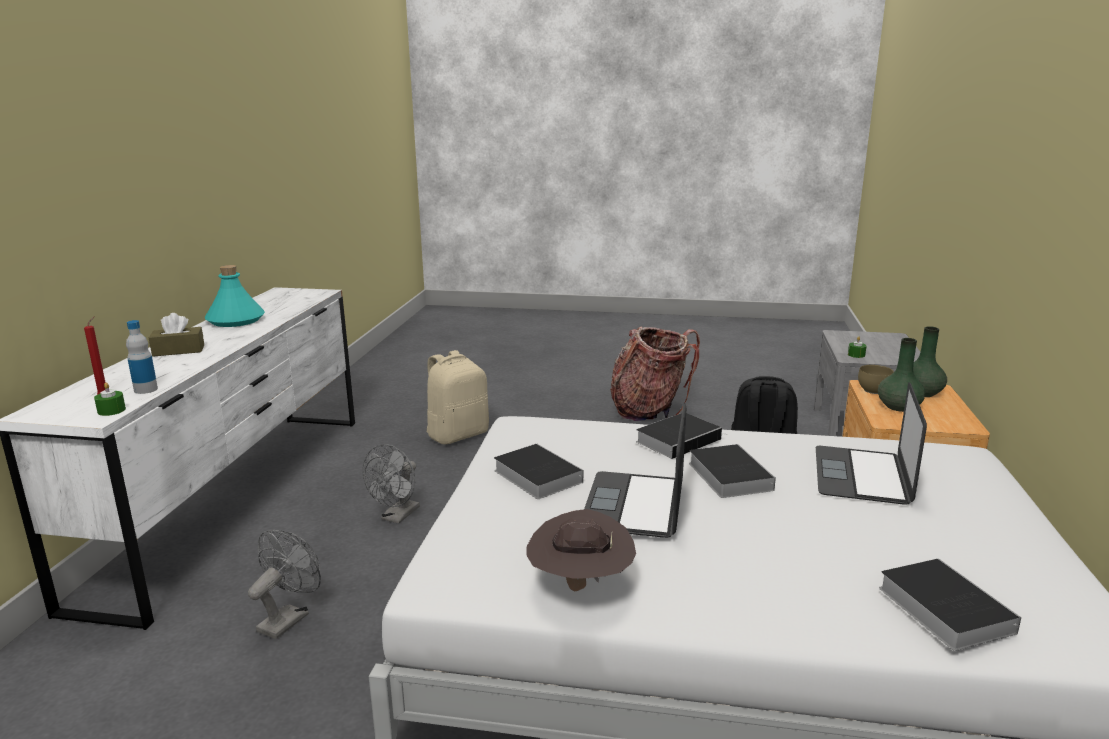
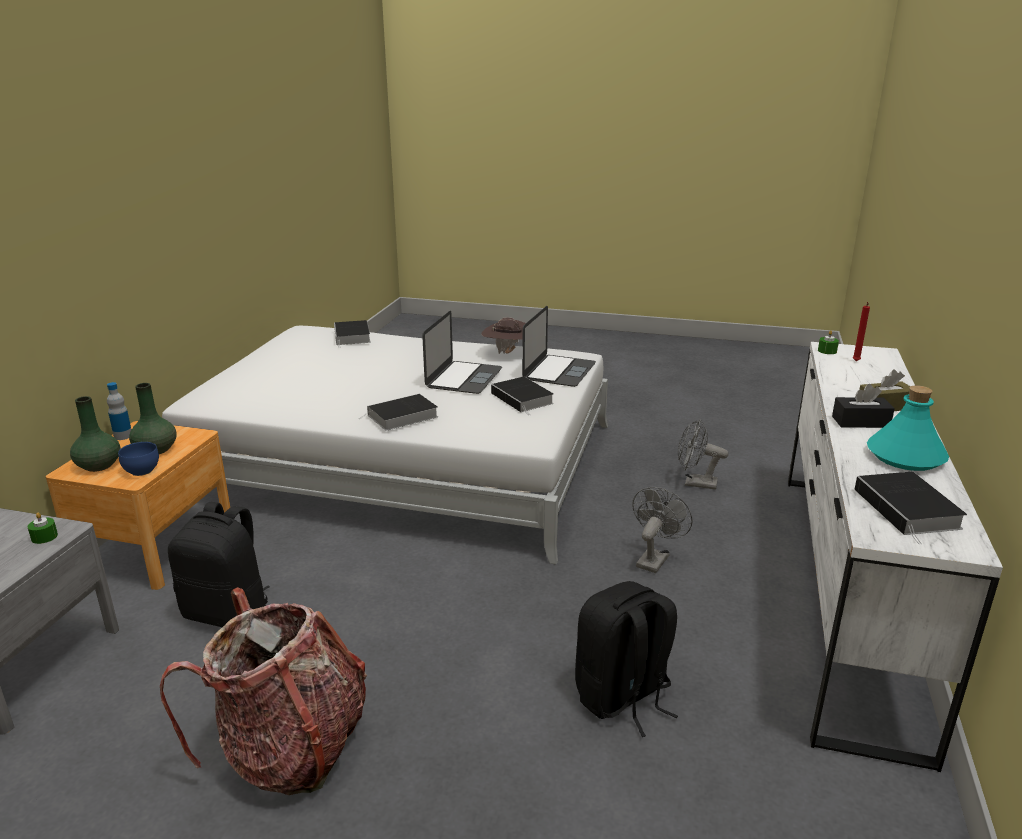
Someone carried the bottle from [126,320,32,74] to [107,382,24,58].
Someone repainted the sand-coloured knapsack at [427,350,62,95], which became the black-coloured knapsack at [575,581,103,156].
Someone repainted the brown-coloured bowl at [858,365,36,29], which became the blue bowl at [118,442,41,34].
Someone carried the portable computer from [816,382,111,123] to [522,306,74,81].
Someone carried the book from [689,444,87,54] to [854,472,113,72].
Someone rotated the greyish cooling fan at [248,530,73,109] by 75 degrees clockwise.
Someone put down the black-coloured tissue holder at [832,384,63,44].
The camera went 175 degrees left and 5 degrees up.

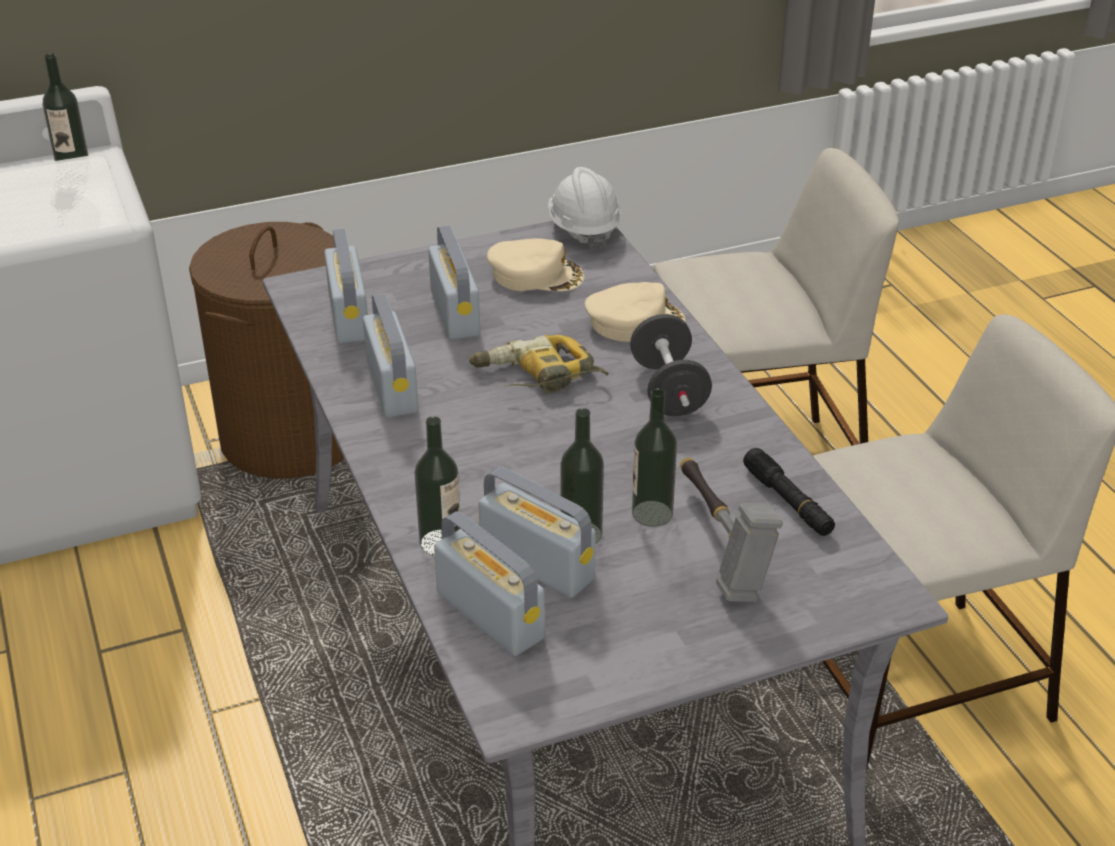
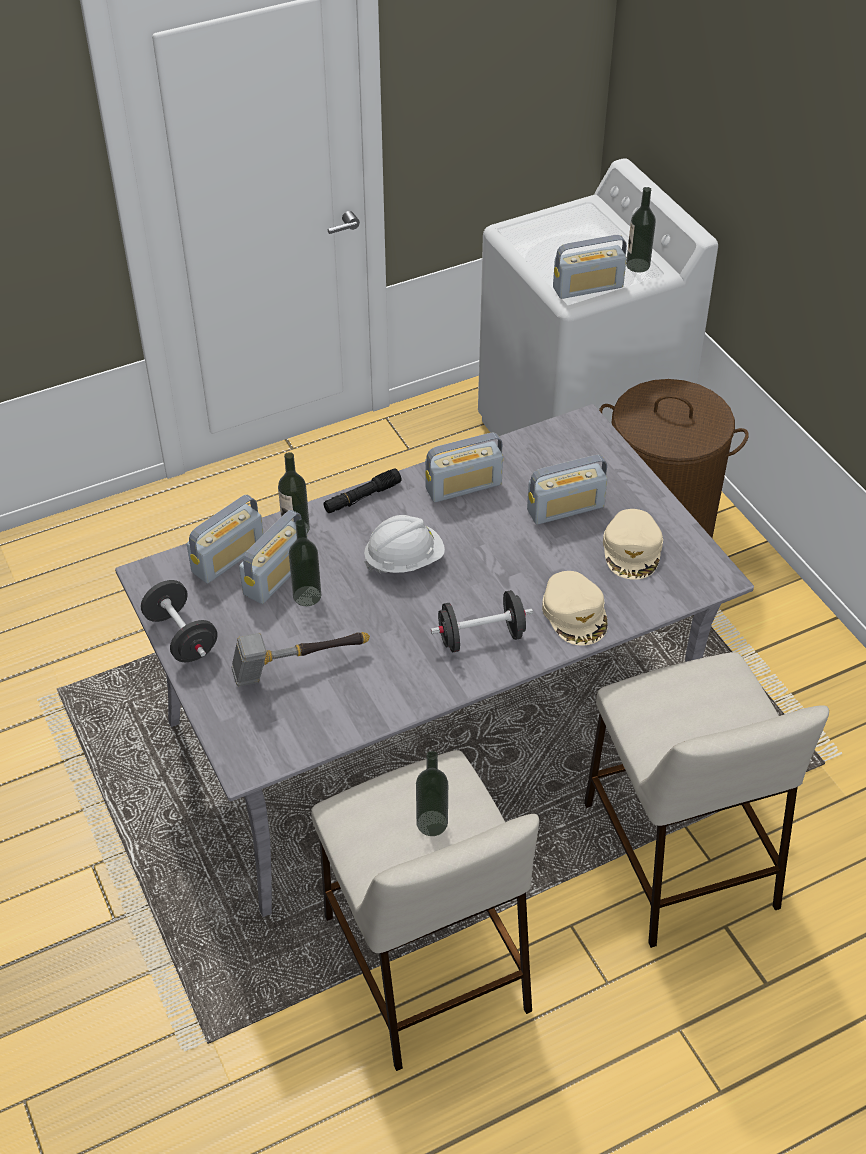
Someone carried the white safety helmet from [548,167,73,83] to [364,515,81,59].
Someone carried the radio set from [324,228,44,115] to [553,235,74,64].
Someone took away the power drill at [469,335,140,58].
Someone carried the bottle from [632,388,45,139] to [416,751,32,85].
Someone carried the black-coloured flashlight from [743,448,92,88] to [323,469,78,44].
Someone put down the black-coloured dumbbell at [141,580,77,82].
The camera went 85 degrees right and 10 degrees up.

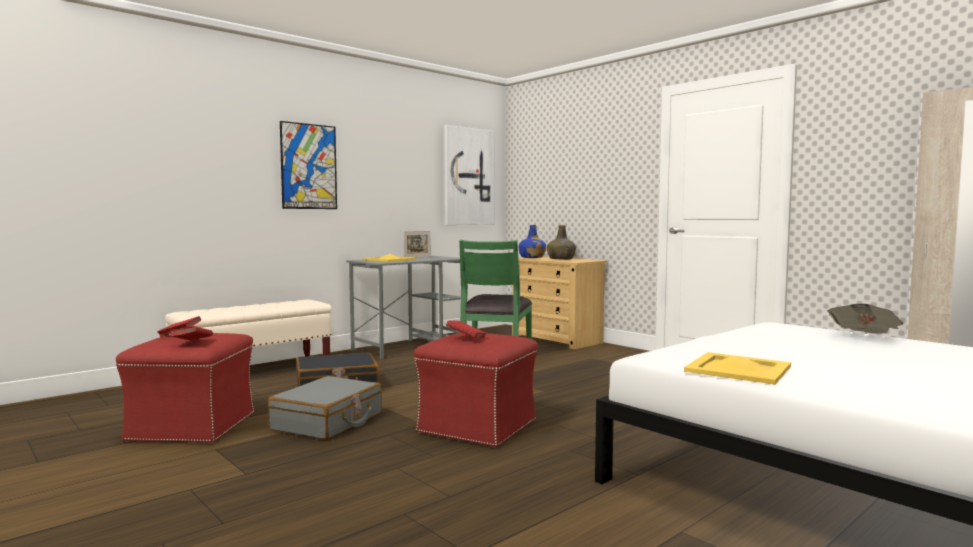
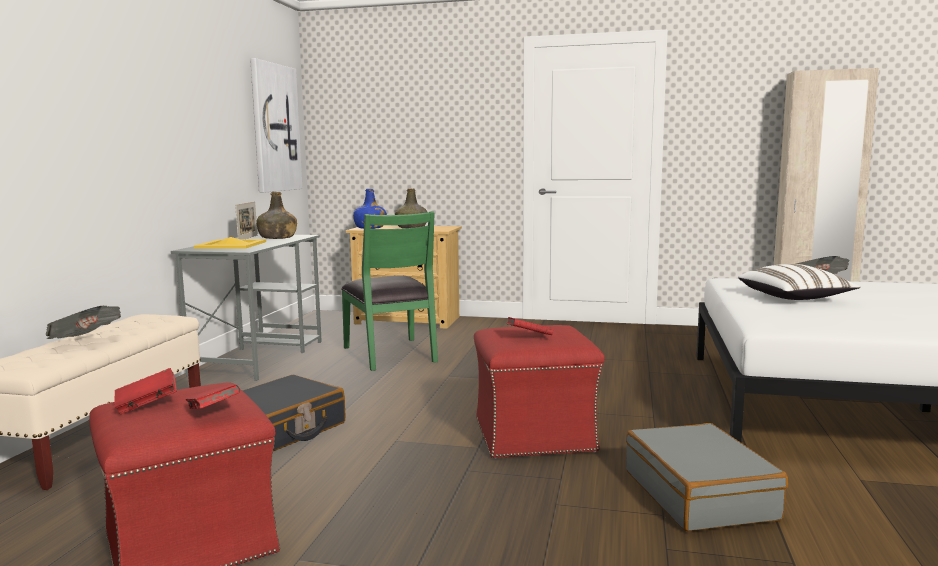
Someone took away the wall picture at [280,121,57,88].
Someone took away the yellow-coloured carrying tray at [684,352,107,33].
Someone carried the greyish travel case from [268,376,114,64] to [626,423,162,108].
Someone put down the green-coloured bottle at [257,192,40,47].
Someone put down the white throw pillow at [738,264,122,36].
Someone put down the daily paper at [46,306,75,33].
The camera went 35 degrees left and 5 degrees up.

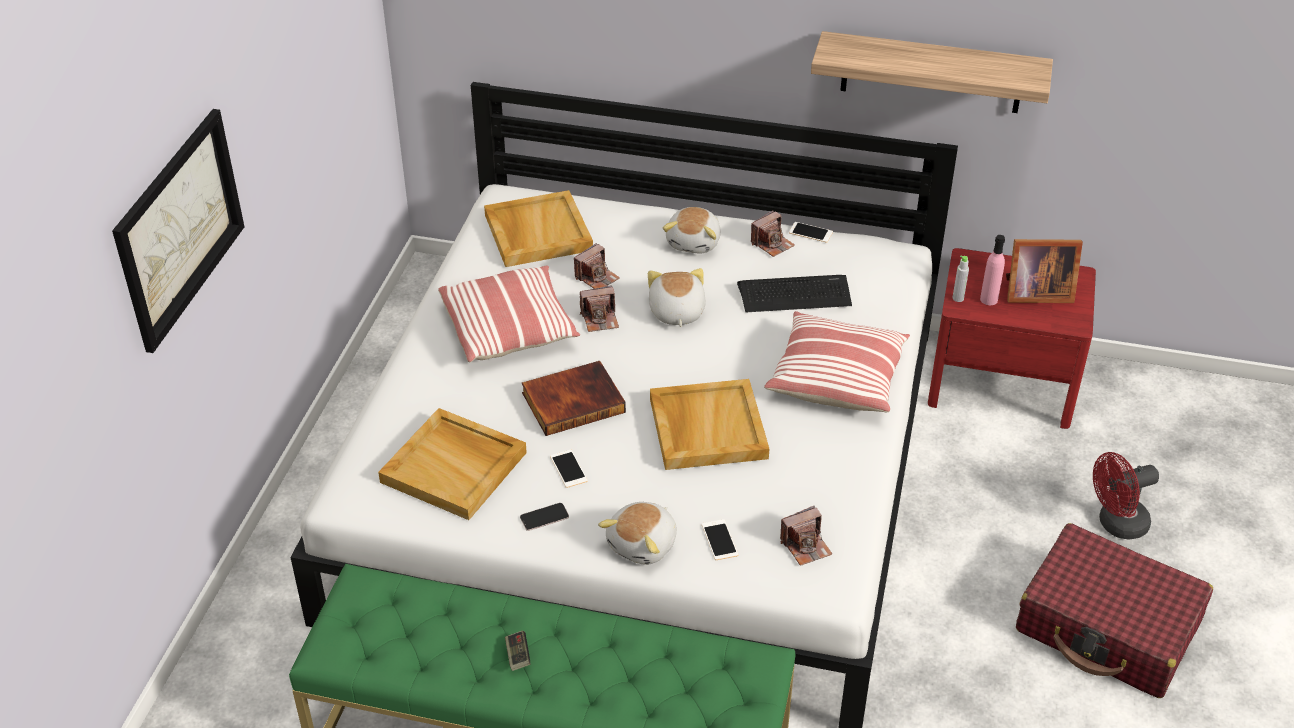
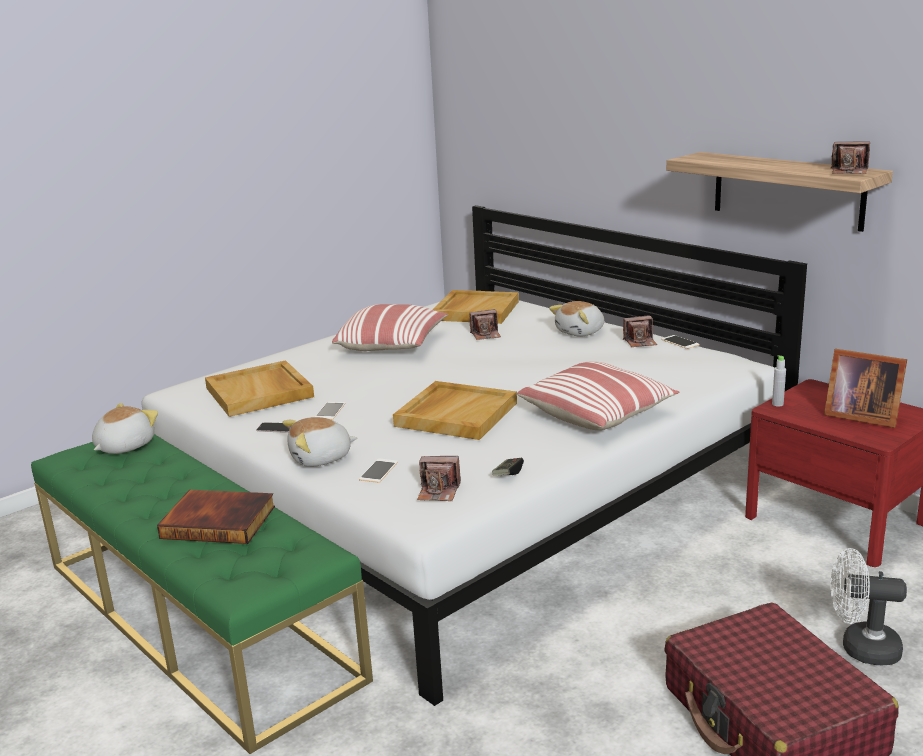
Someone took away the wall picture at [112,109,133,244].
Someone took away the pinkish bottle at [980,235,25,70].
Someone carried the cuddly toy from [648,268,58,59] to [92,403,66,51].
Someone took away the computer keyboard at [737,275,115,37].
Someone carried the still camera from [580,285,39,47] to [830,141,40,33].
Someone carried the book from [521,361,105,75] to [157,490,118,54].
Someone repainted the red-coloured cooling fan at [1093,452,66,88], which became the white cooling fan at [830,548,77,117].
Someone carried the gamepad from [505,630,25,41] to [492,458,32,18].
The camera went 35 degrees right and 20 degrees down.

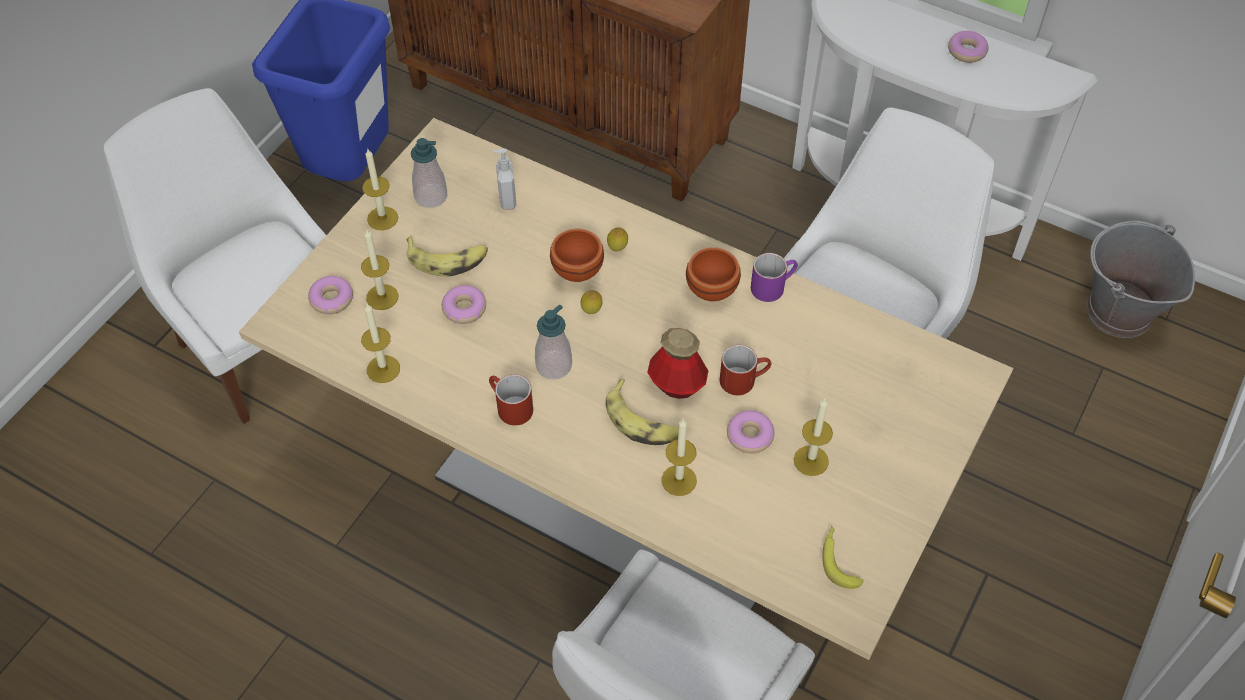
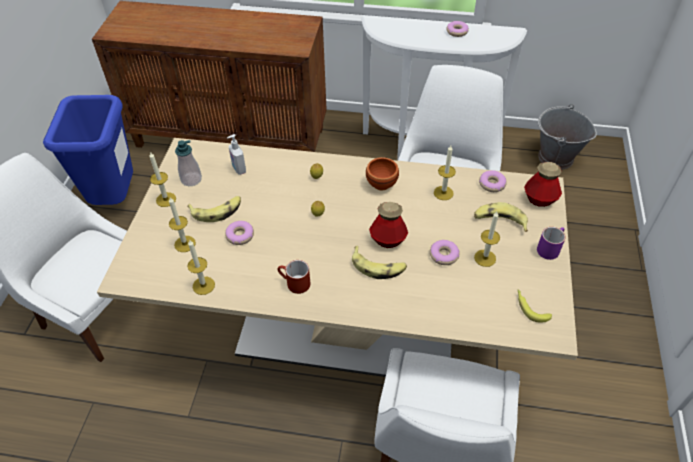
Someone took away the brown-coloured bowl at [550,229,54,53].
Someone carried the purple tea mug from [751,253,47,49] to [537,227,28,33].
Someone carried the donut from [308,276,45,38] to [479,170,28,22].
Someone took away the soap bottle at [535,304,37,75].
Someone took away the red-coloured tea mug at [720,345,51,50].
Someone carried the candle from [662,418,35,78] to [434,146,22,54].
Someone put down the bottle at [524,162,38,45].
Someone put down the banana at [474,202,54,30].
The camera went 20 degrees left and 5 degrees down.

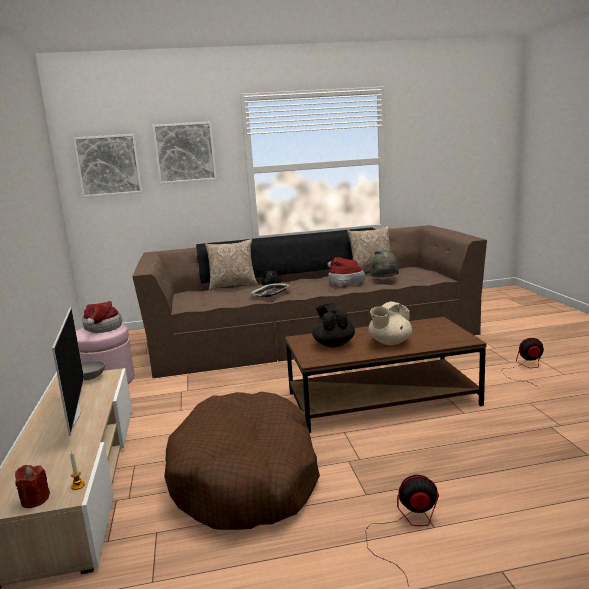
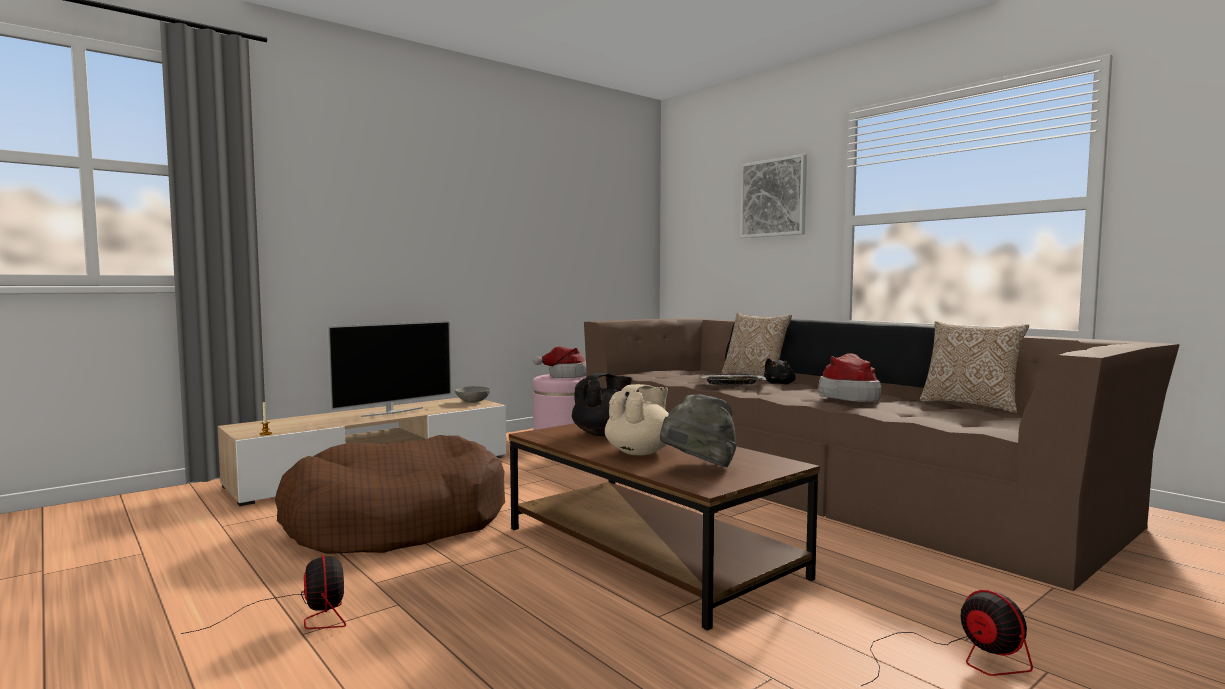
Someone took away the wall picture at [73,134,70,64].
Someone carried the greyish wearable hat from [370,250,29,27] to [660,394,77,73].
Someone rotated the sand-coloured tea pot at [369,302,43,43] by 105 degrees clockwise.
Someone took away the red-coloured candle at [15,465,35,43].
The camera went 60 degrees right and 10 degrees down.

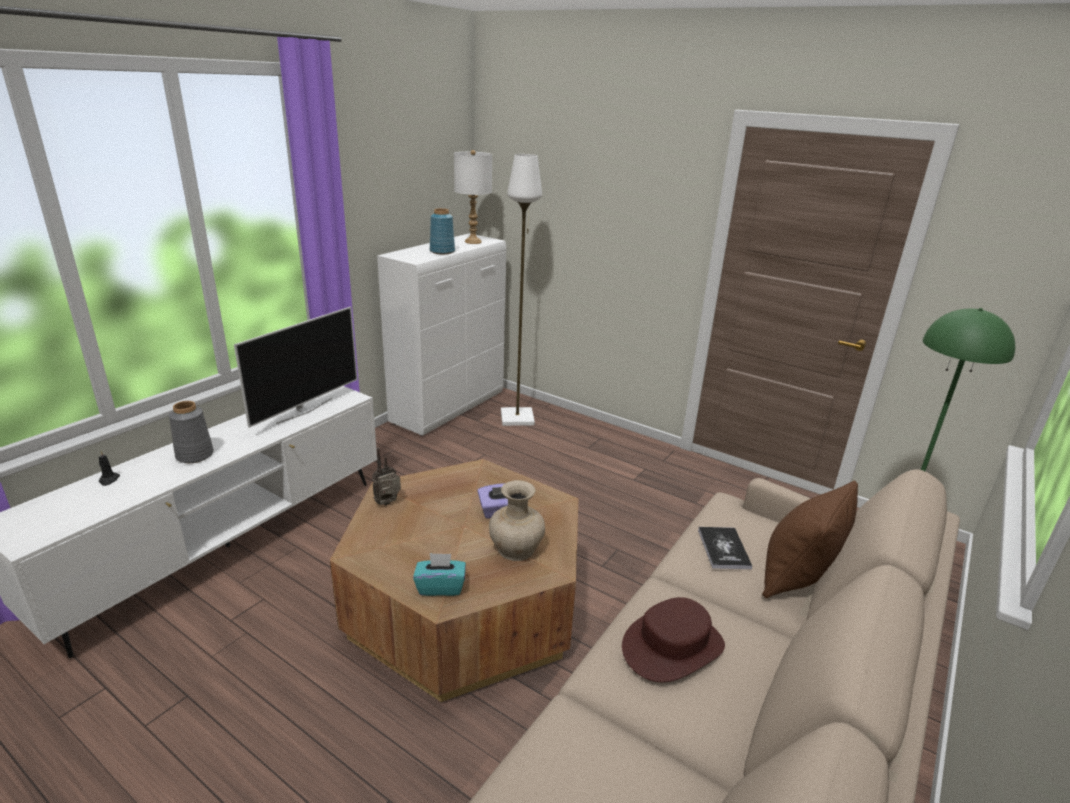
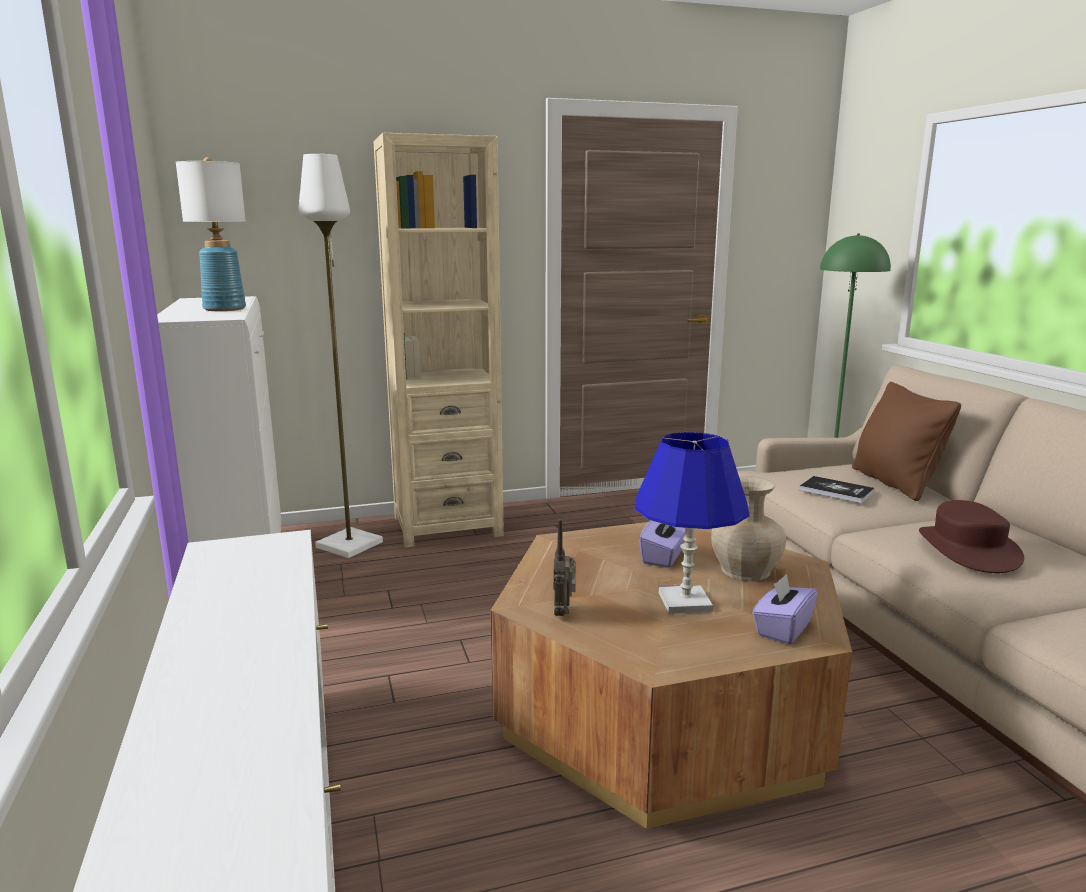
Someone took away the TV set at [234,307,123,121].
Someone took away the greyish decorative vase at [169,401,45,62].
Someone took away the black-coloured candle at [98,451,22,35].
Someone repainted the turquoise-coloured tissue holder at [413,553,53,43], which became the purple tissue holder at [752,574,66,71].
Someone put down the sand-coloured bookshelf at [374,133,130,414].
Someone put down the blue tabletop lamp at [634,432,115,182].
The camera went 50 degrees left and 10 degrees down.

